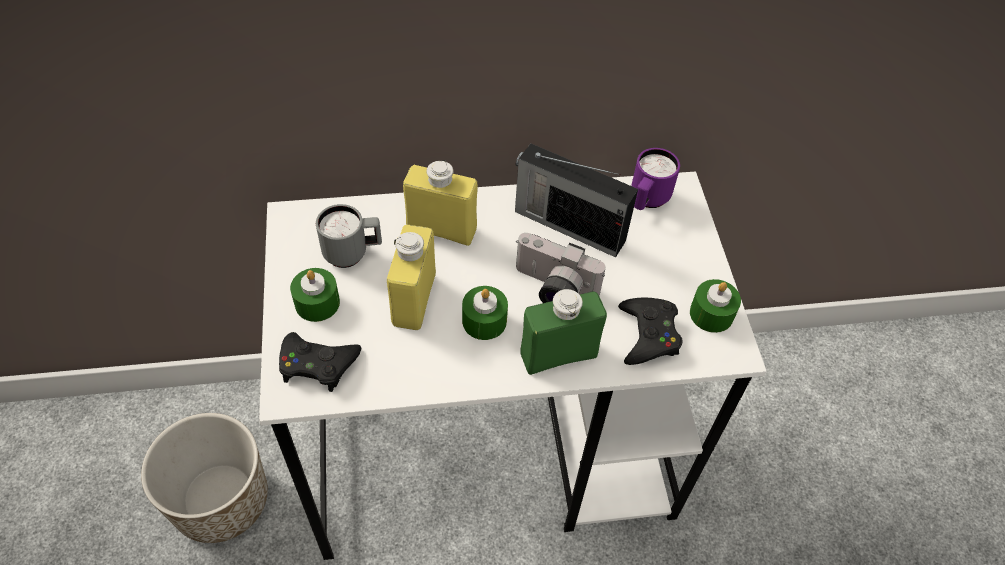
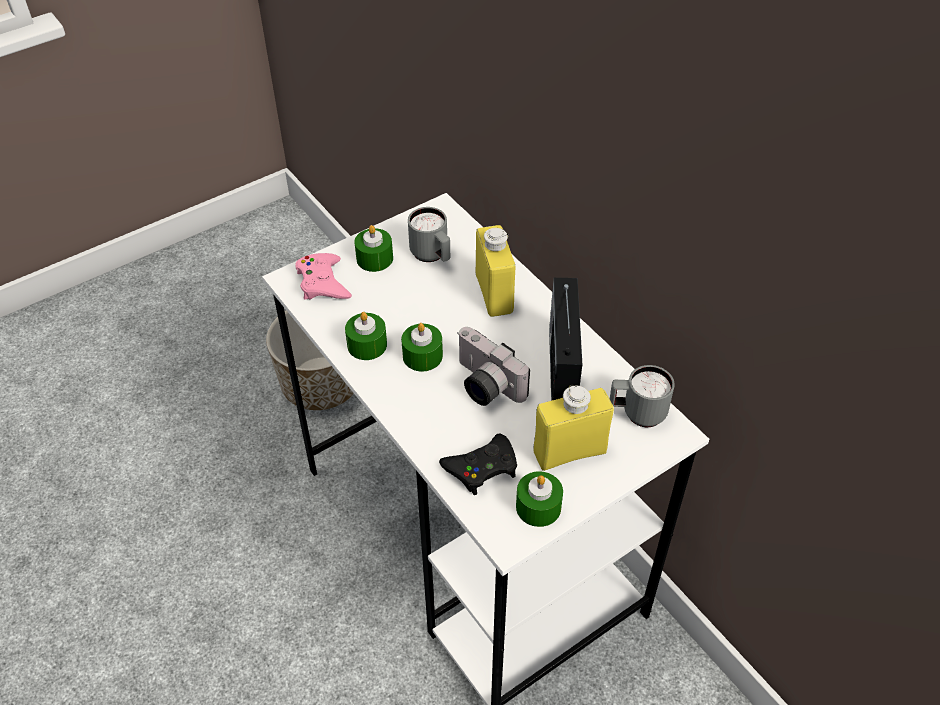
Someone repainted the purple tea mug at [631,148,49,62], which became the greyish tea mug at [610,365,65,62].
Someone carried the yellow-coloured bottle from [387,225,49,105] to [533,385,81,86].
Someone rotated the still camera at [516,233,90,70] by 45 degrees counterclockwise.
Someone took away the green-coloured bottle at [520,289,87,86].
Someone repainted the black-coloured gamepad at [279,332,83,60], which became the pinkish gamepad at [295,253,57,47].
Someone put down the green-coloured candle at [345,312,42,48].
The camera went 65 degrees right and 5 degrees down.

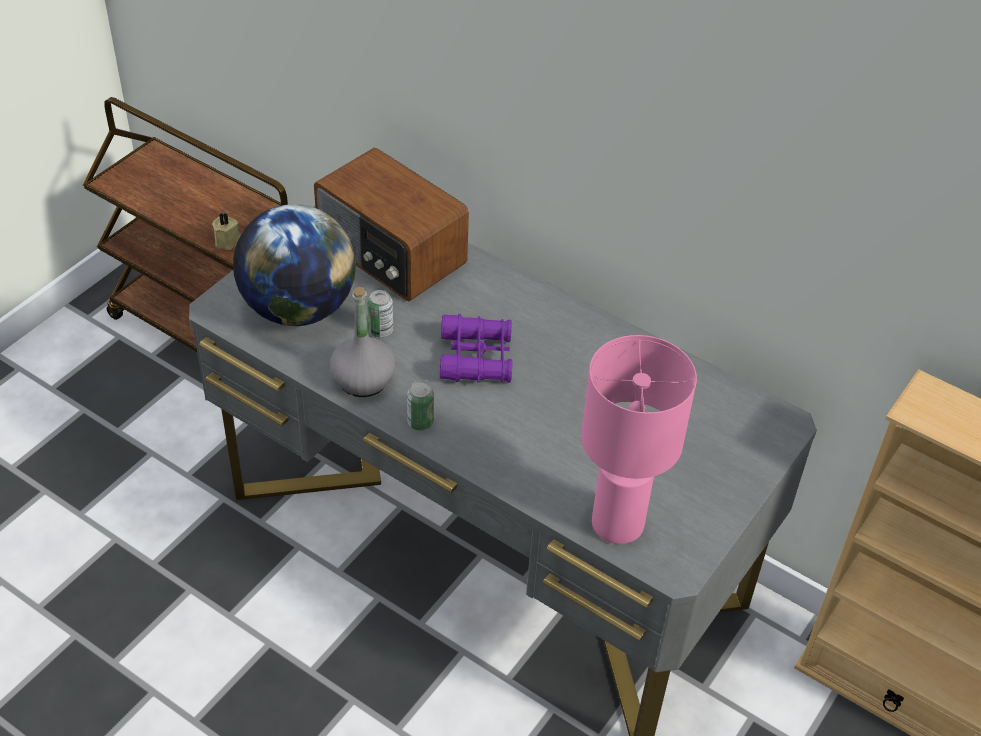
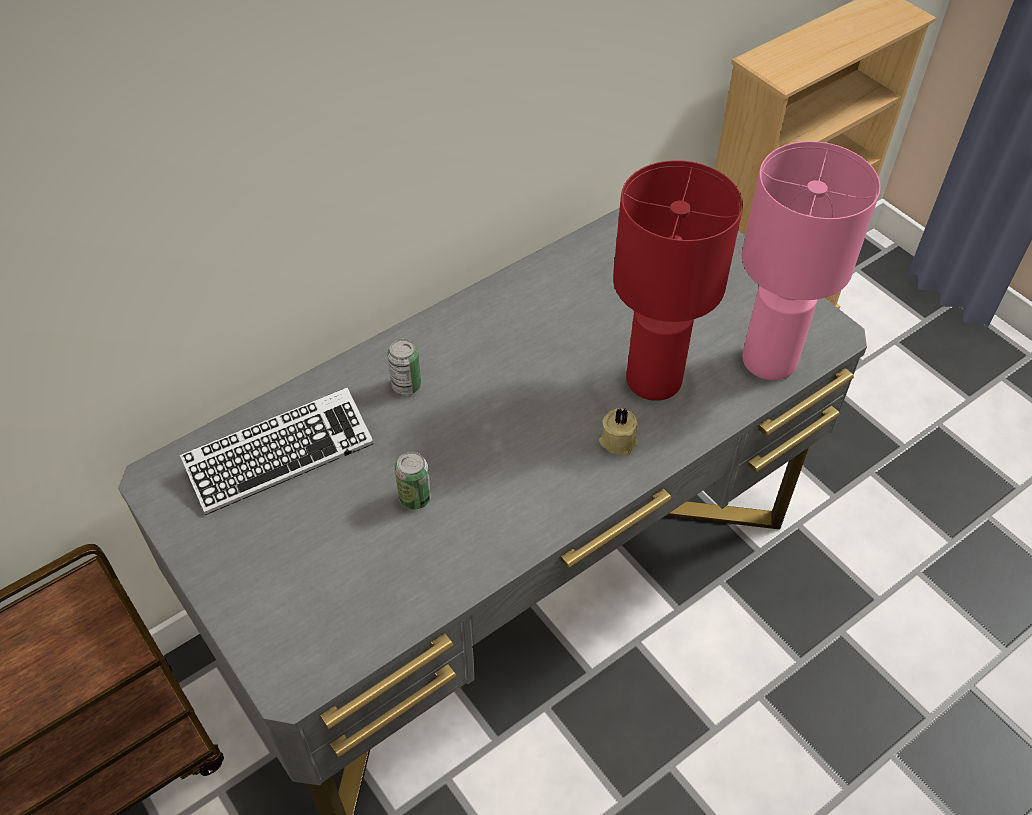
Someone swapped the radio set at [314,148,155,153] for the computer keyboard at [179,387,195,128].
Someone took away the world globe at [233,204,123,122].
Someone carried the sand-coloured candle from [212,213,29,37] to [599,408,39,48].
Someone took away the greyish bottle at [330,287,65,110].
Someone took away the purple pair of binoculars at [440,314,73,69].
Someone carried the sealed can from [407,381,27,50] to [387,339,34,56].
Someone put down the red-coloured tabletop lamp at [613,160,130,241].
The camera went 70 degrees left and 5 degrees up.

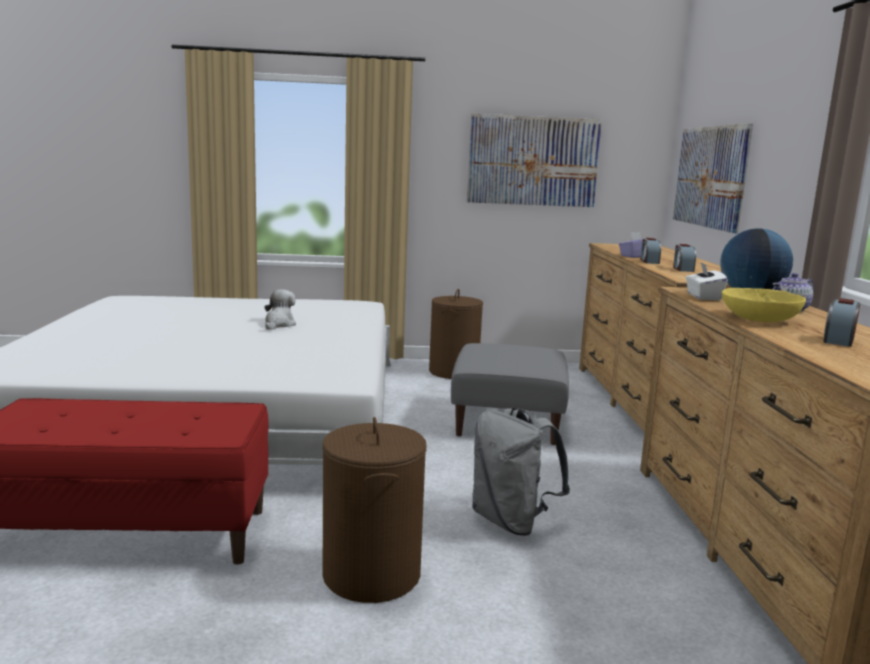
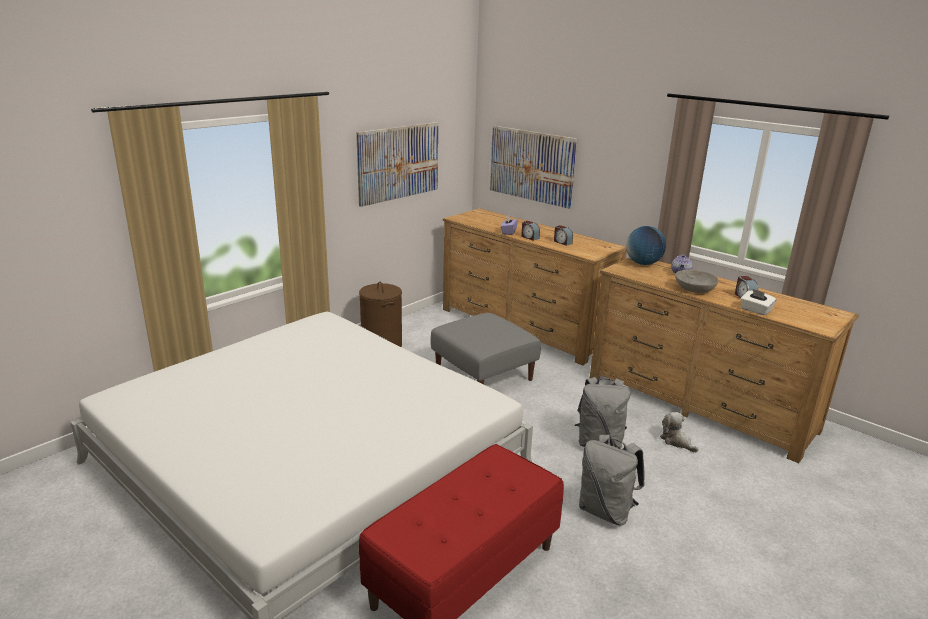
Someone carried the white tissue holder from [686,263,42,37] to [740,289,36,26].
Someone repainted the yellow-coloured bowl at [722,288,84,34], which became the greyish bowl at [675,270,44,23].
Someone carried the cuddly toy from [264,289,32,41] to [660,412,39,40].
Someone swapped the brown-coloured laundry basket at [322,417,105,186] for the greyish knapsack at [579,435,66,90].
The camera went 45 degrees left and 10 degrees up.

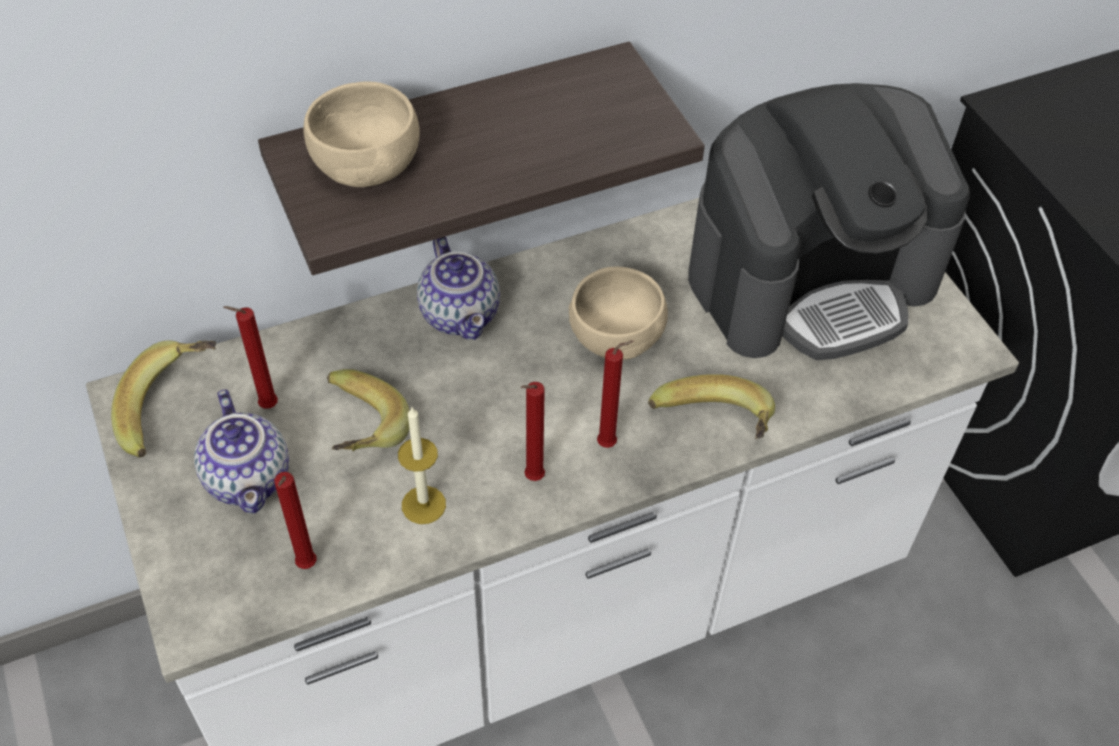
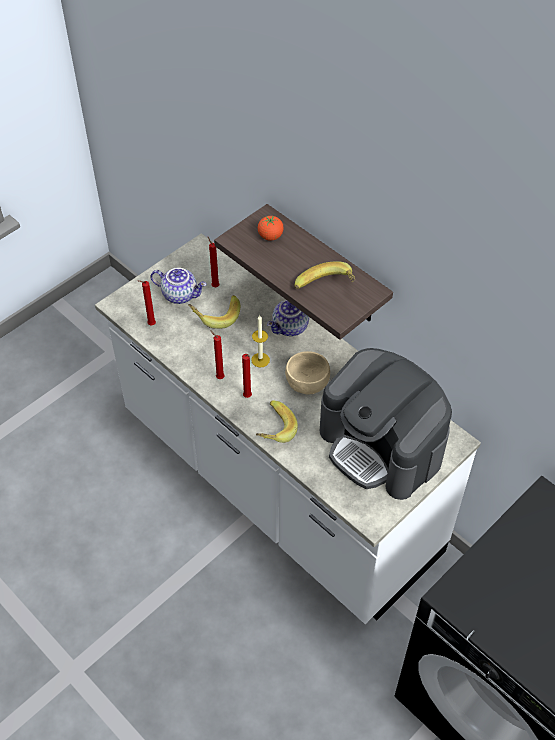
Someone swapped the sand-coloured bowl at [303,82,117,105] for the tomato at [258,216,26,25].
Someone carried the banana from [111,341,105,116] to [295,261,60,28].
Someone rotated the tea pot at [194,389,95,124] by 120 degrees counterclockwise.
Someone carried the candle from [398,407,48,117] to [251,315,19,52].
The camera went 70 degrees right and 0 degrees up.

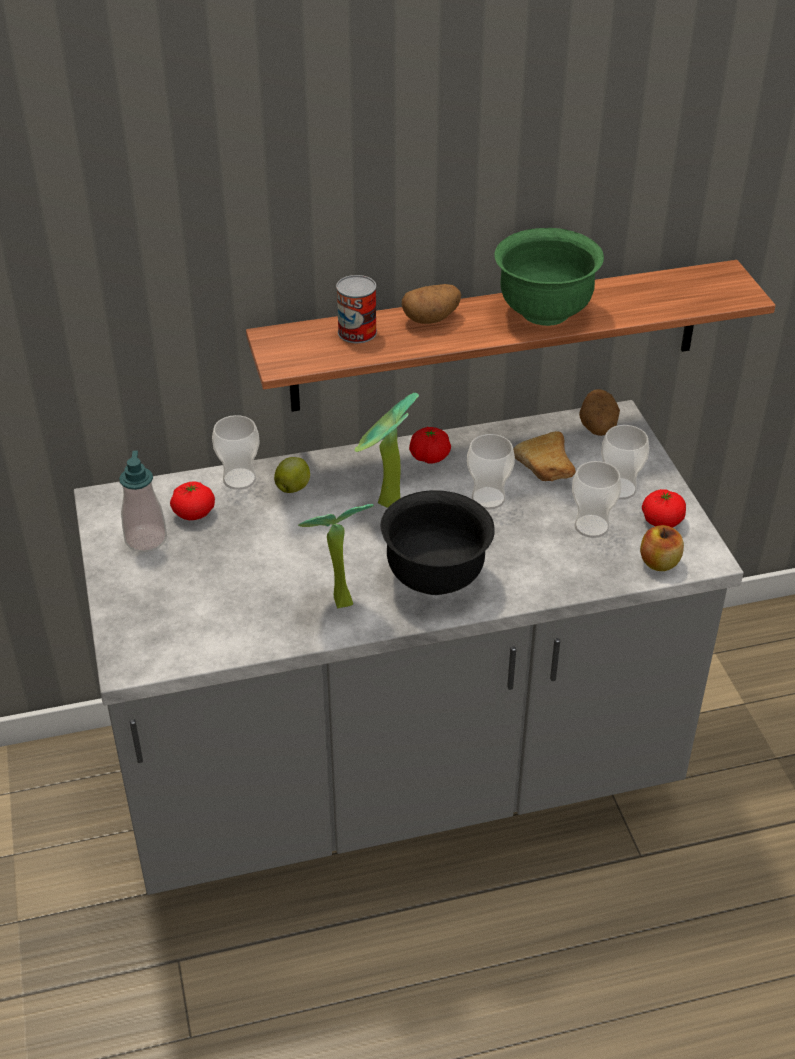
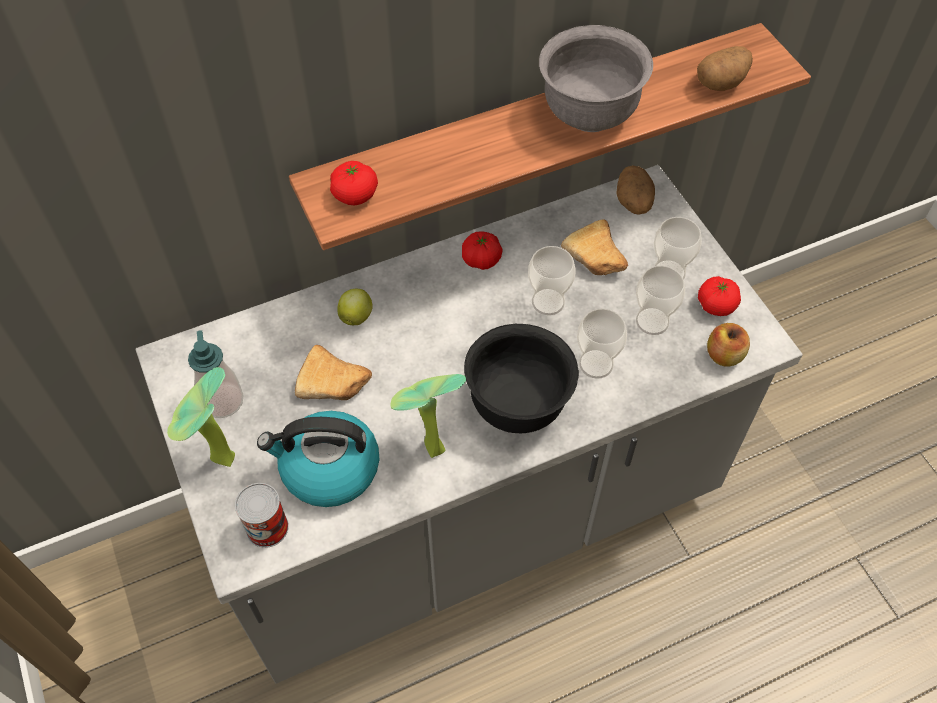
Someone repainted the green-coloured bowl at [494,228,110,98], which became the greyish bowl at [539,25,114,107].
Someone carried the sealed can from [336,275,41,68] to [235,483,54,65].
Someone carried the spud from [402,284,59,40] to [697,46,56,45].
Someone carried the potted plant from [354,393,65,115] to [167,367,68,100].
Someone carried the cup from [212,415,48,75] to [577,308,50,71].
Someone carried the tomato from [170,481,45,39] to [330,161,48,44].
Someone put down the bakery bread at [295,345,77,55].
Someone put down the kettle at [257,411,122,96].
The camera went 10 degrees left and 15 degrees up.

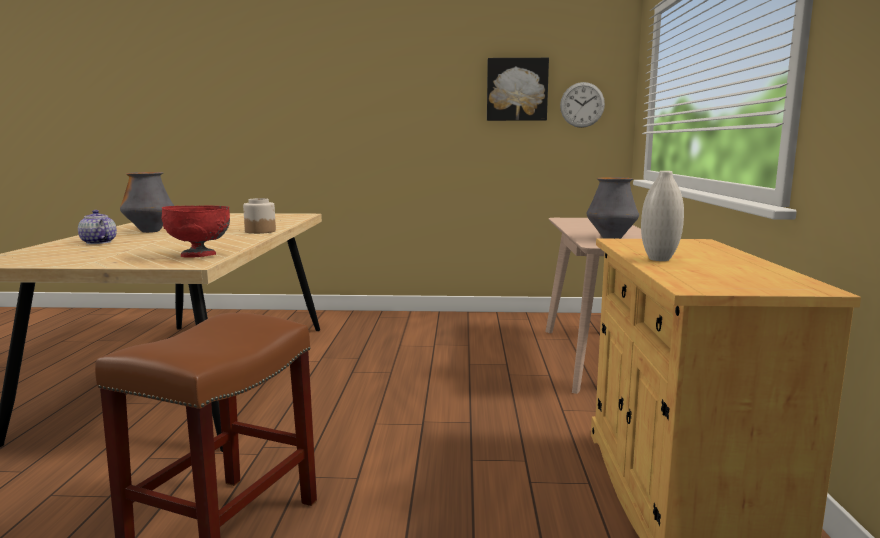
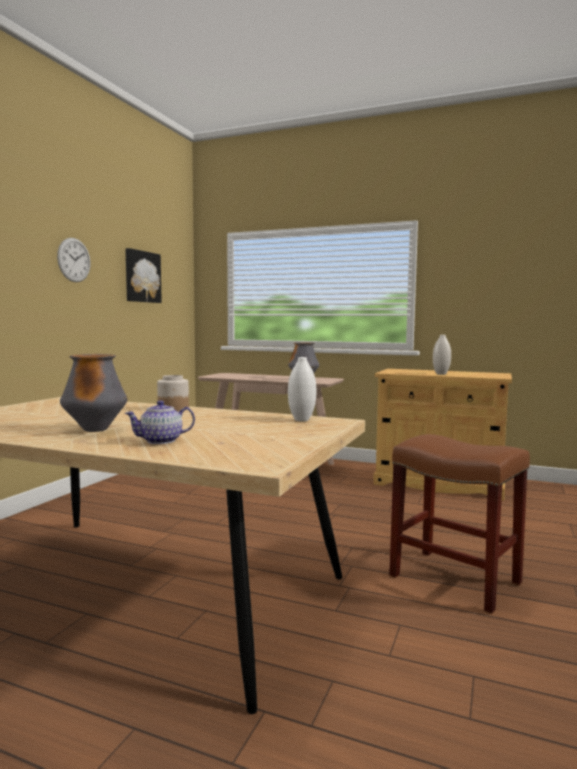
Someone carried the wall clock from [560,82,45,46] to [57,238,34,44].
Someone swapped the red-coloured bowl at [161,205,69,53] for the white decorative vase at [288,357,28,64].
The camera went 70 degrees left and 5 degrees down.

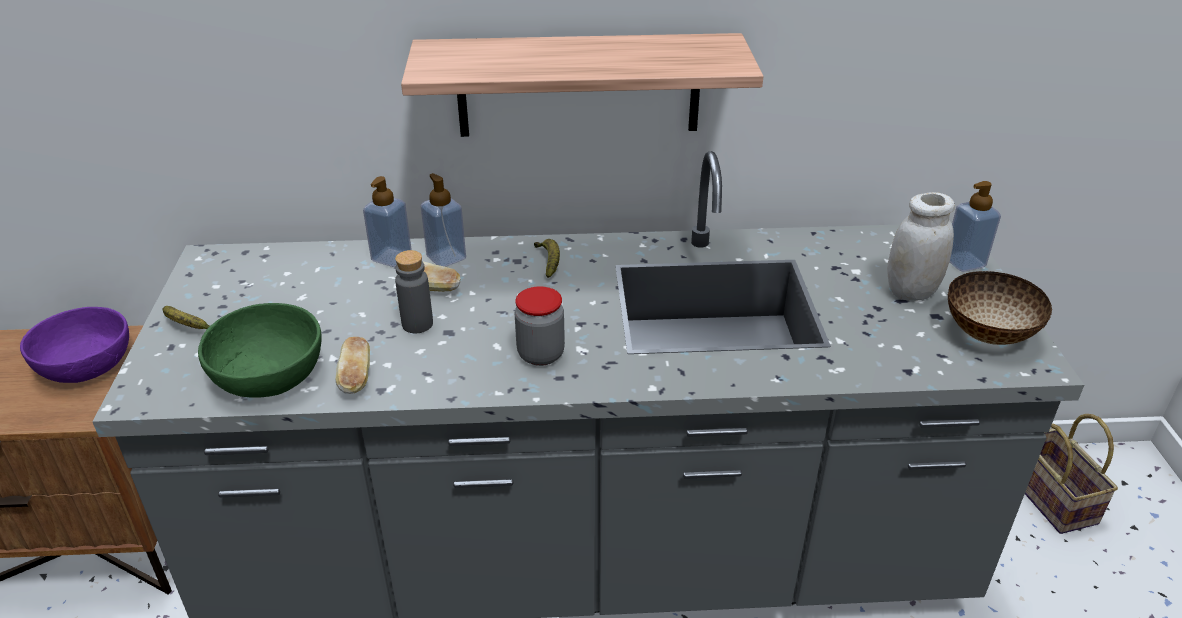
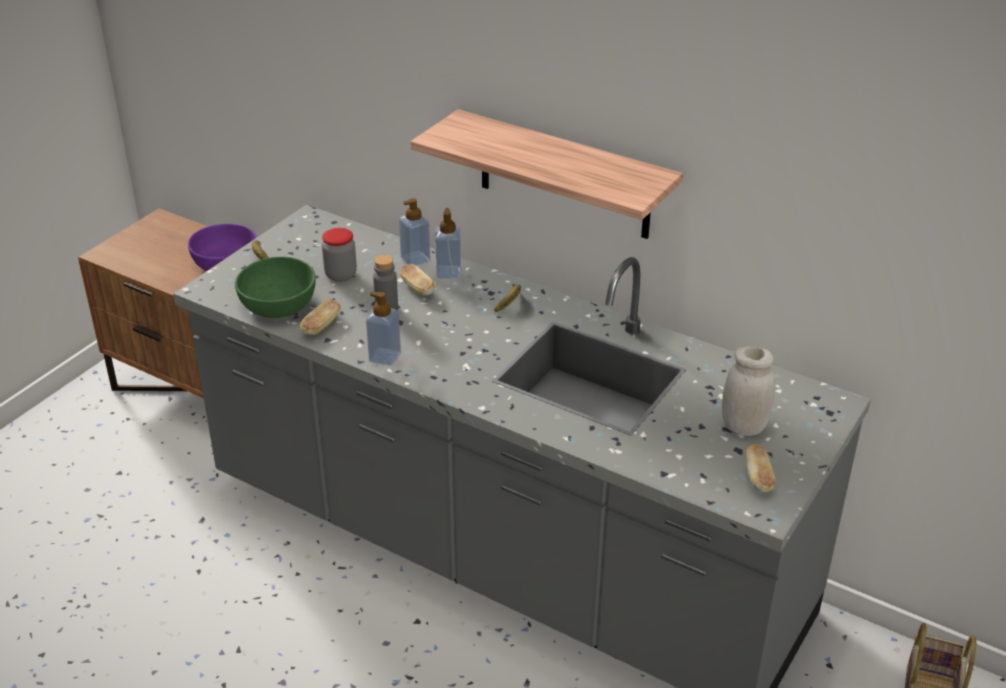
Someone carried the soap bottle from [950,181,51,91] to [366,292,35,74].
Someone swapped the bowl at [948,271,104,74] for the bakery bread at [746,444,29,48].
Someone carried the preserve jar from [515,286,50,80] to [322,228,35,54].
The camera went 35 degrees right and 0 degrees up.

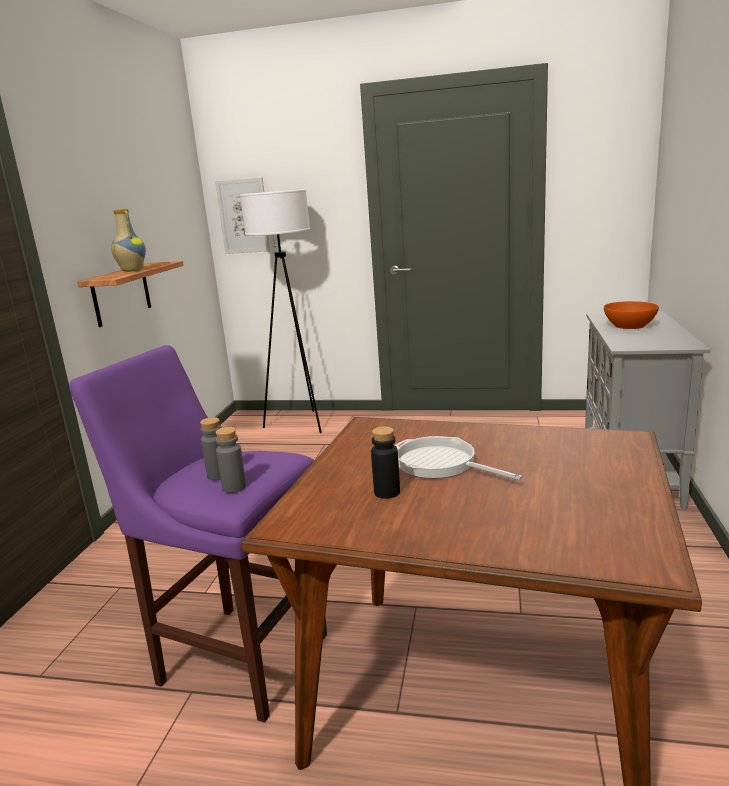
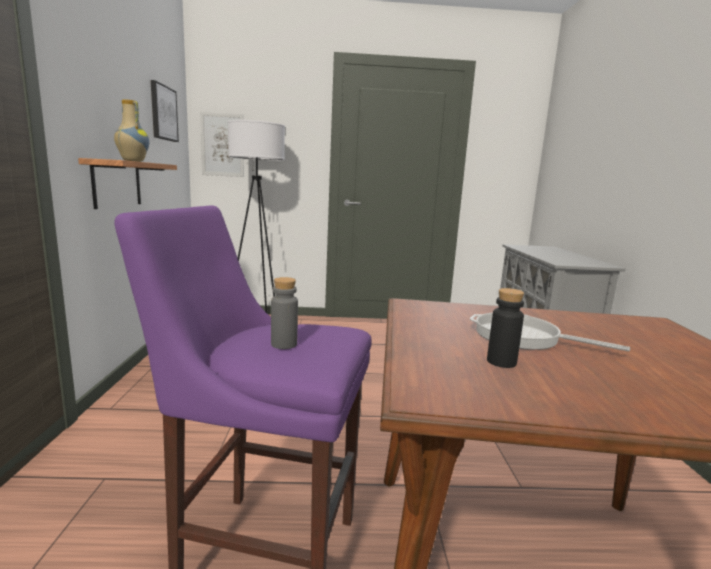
Someone took away the orangey bowl at [604,301,55,28].
Someone took away the greyish bottle at [216,427,30,66].
Someone put up the wall picture at [150,80,29,62].
The camera went 15 degrees left and 5 degrees down.

